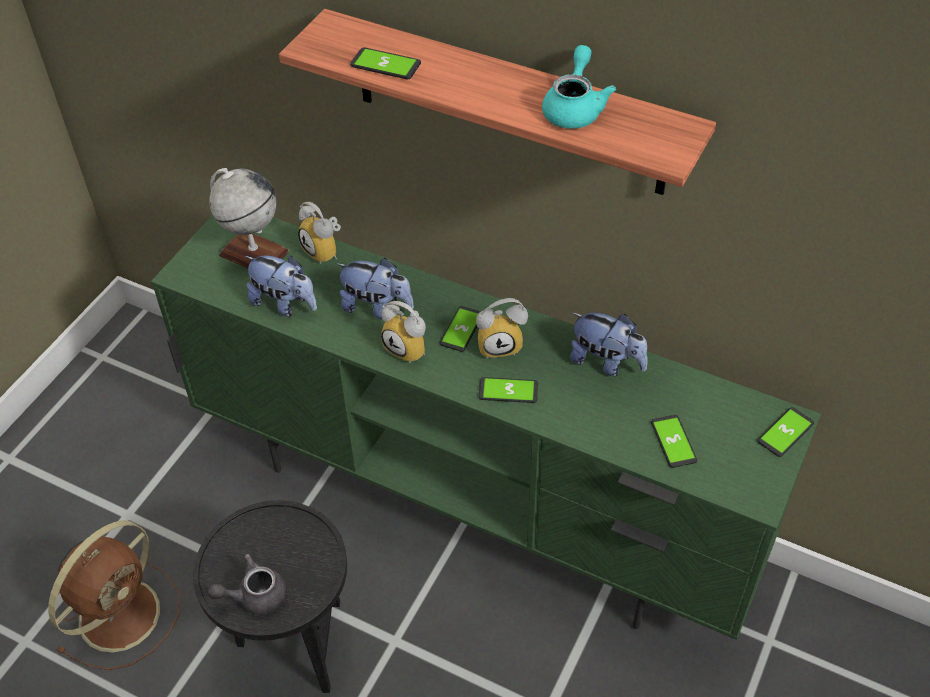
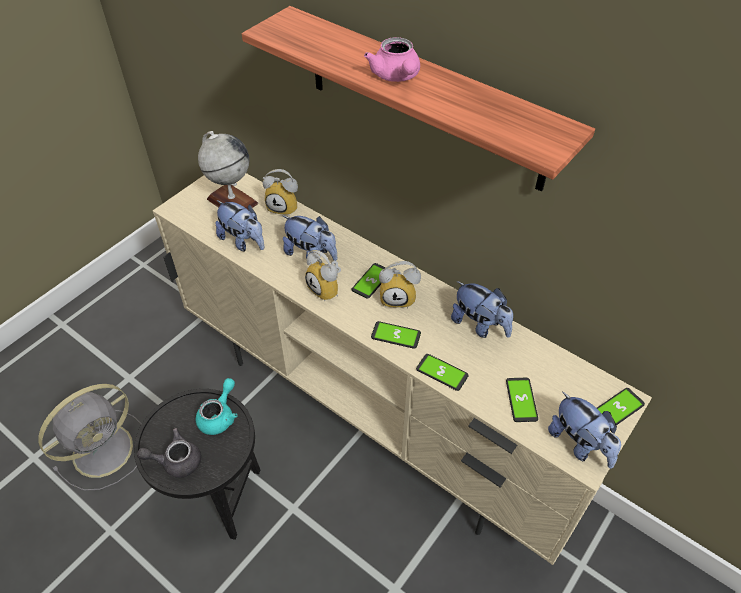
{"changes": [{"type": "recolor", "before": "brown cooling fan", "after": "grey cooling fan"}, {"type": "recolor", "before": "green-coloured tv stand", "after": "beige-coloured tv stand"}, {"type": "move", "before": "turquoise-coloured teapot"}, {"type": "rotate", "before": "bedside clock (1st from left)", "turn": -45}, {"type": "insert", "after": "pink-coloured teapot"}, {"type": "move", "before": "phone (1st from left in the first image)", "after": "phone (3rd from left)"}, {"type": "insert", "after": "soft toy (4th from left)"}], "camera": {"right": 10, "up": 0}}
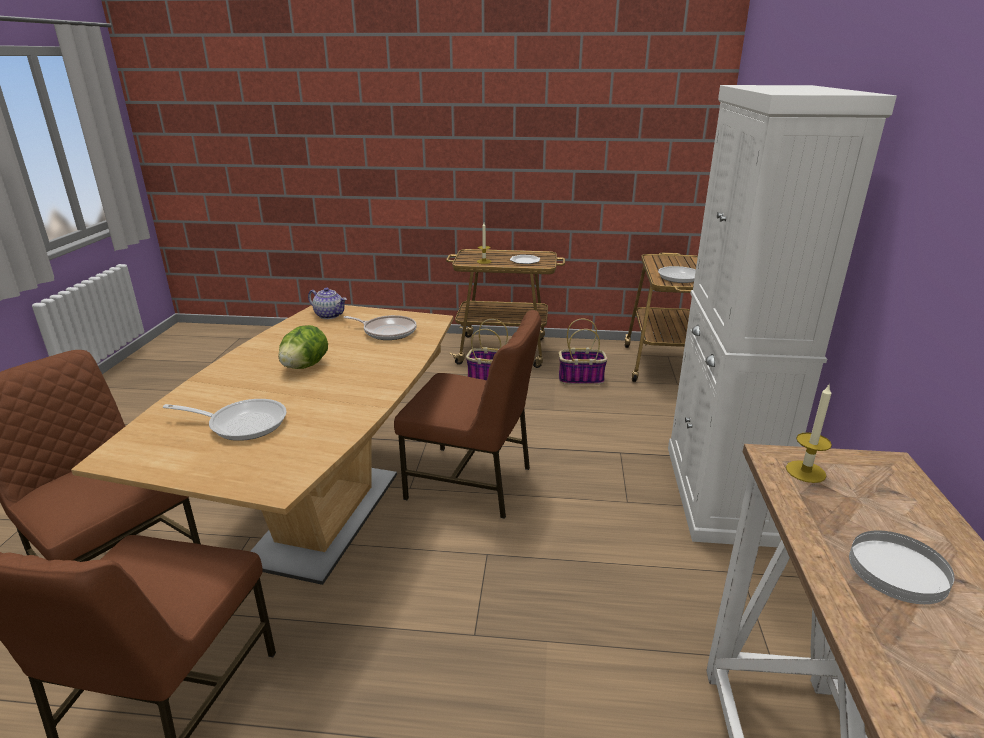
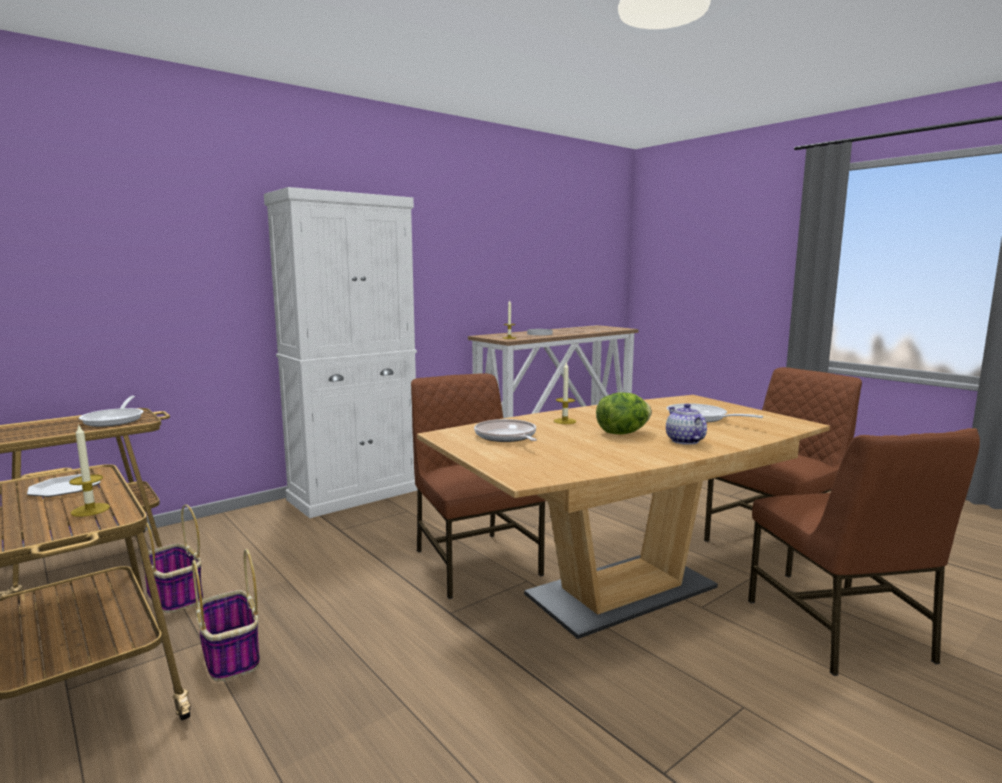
{"changes": [{"type": "insert", "after": "candle (3rd from left)"}, {"type": "move", "before": "teapot"}], "camera": {"right": -135, "up": -15}}
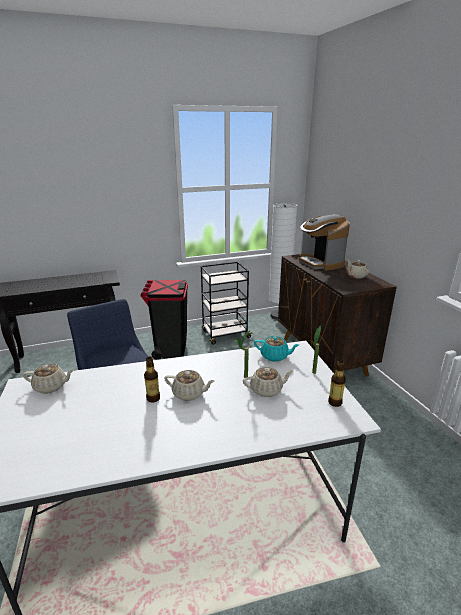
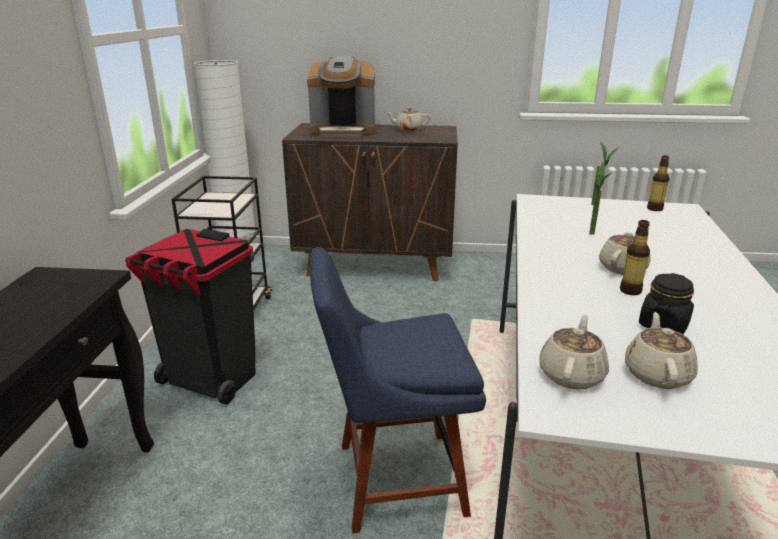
{"changes": [{"type": "move", "before": "beige-coloured teapot (3rd from left in the first image)", "after": "beige-coloured teapot (4th from left)"}, {"type": "insert", "after": "blackish jar"}, {"type": "delete", "before": "turquoise-coloured teapot"}], "camera": {"right": -65, "up": 0}}
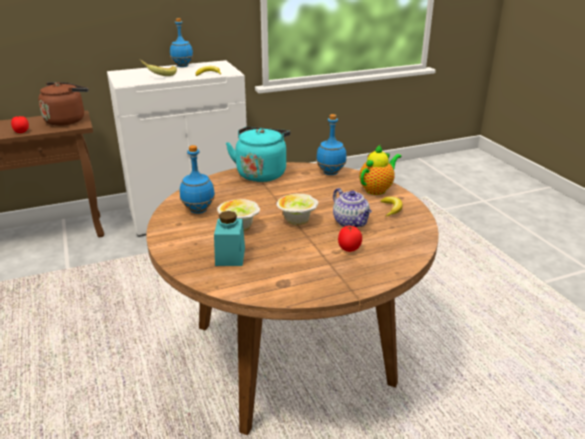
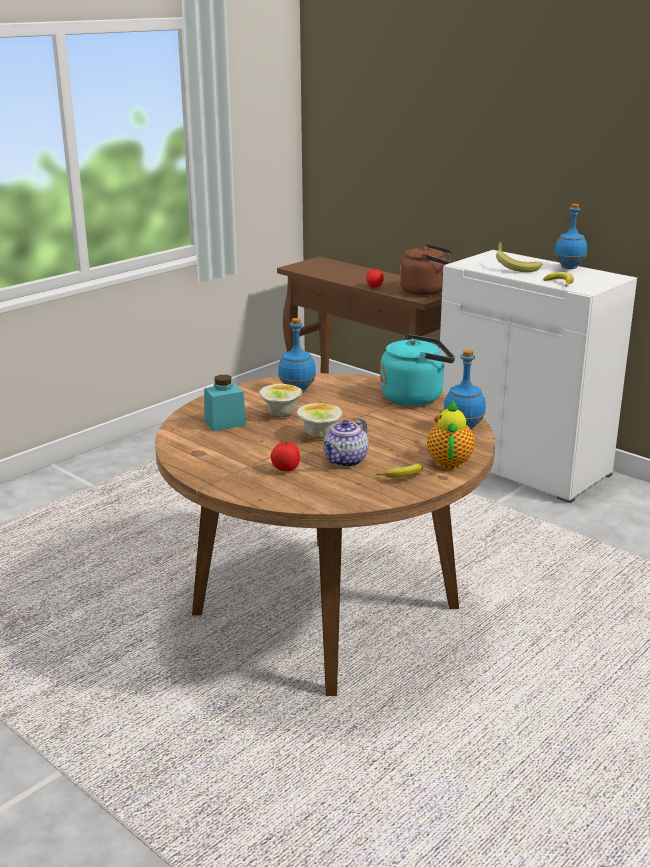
{"changes": [{"type": "rotate", "before": "teapot (2nd from left)", "turn": -105}], "camera": {"right": 65, "up": -5}}
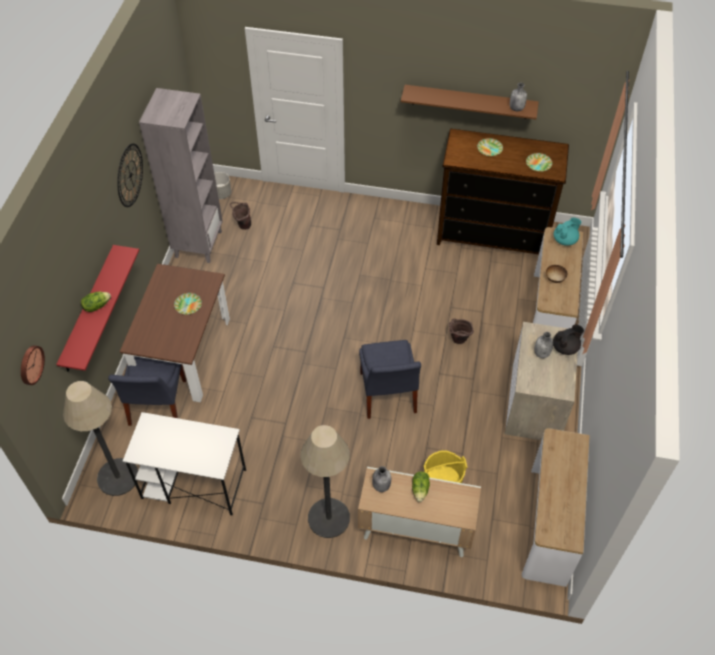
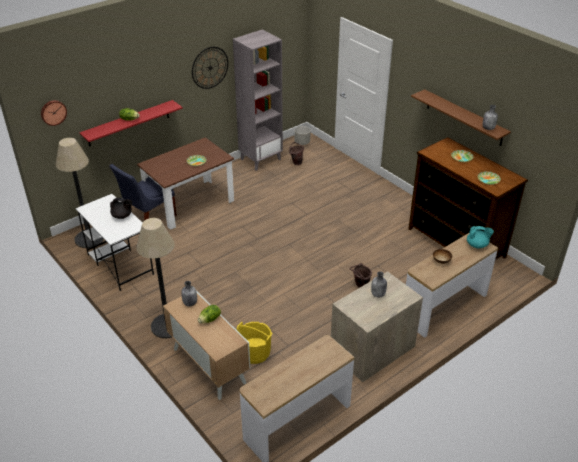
{"changes": [{"type": "move", "before": "blackish teapot"}, {"type": "delete", "before": "bluish plain chair (2nd from left)"}], "camera": {"right": 40, "up": -15}}
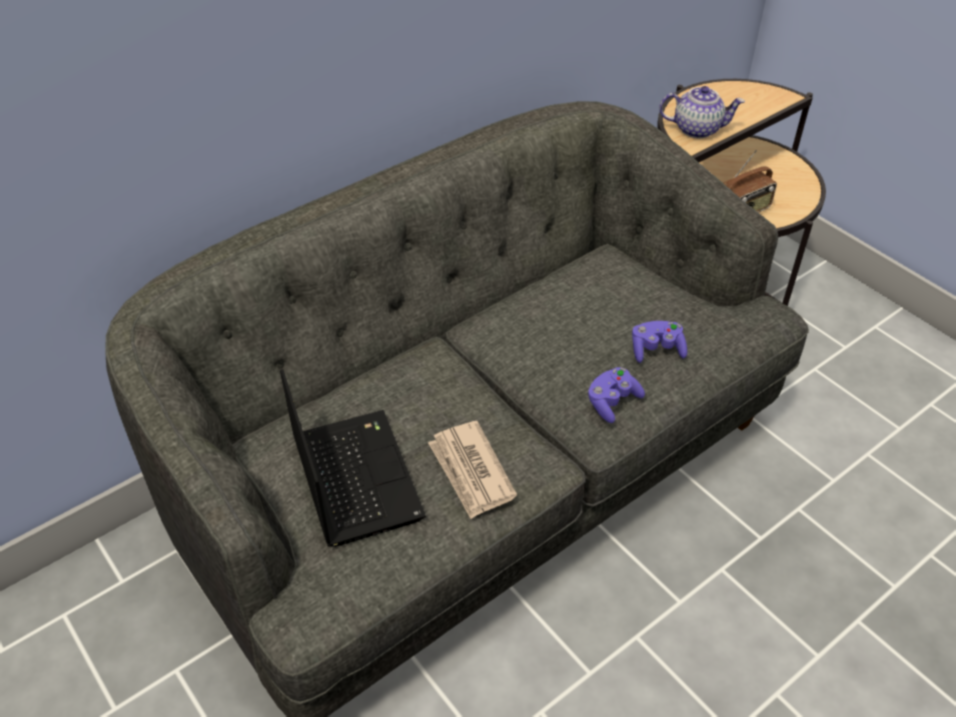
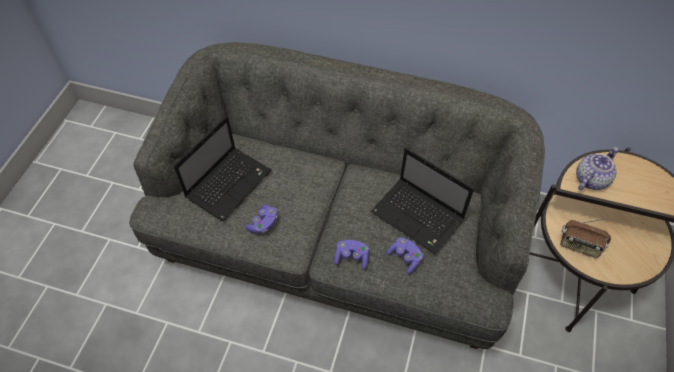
{"changes": [{"type": "replace", "before": "printed paper", "after": "purple game controller (1st from left)"}, {"type": "insert", "after": "portable computer (2nd from left)"}, {"type": "rotate", "before": "teapot", "turn": -105}], "camera": {"right": 55, "up": 10}}
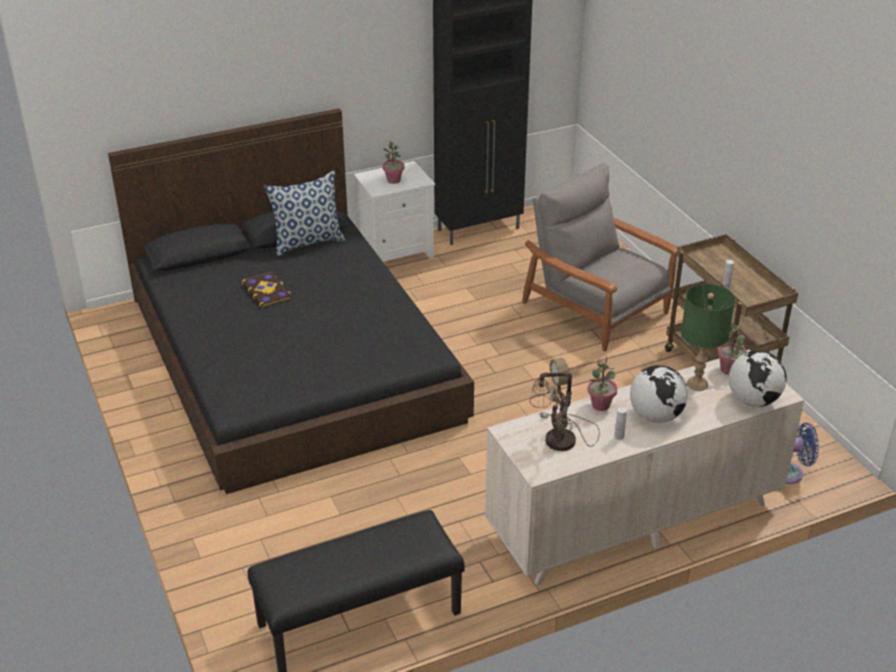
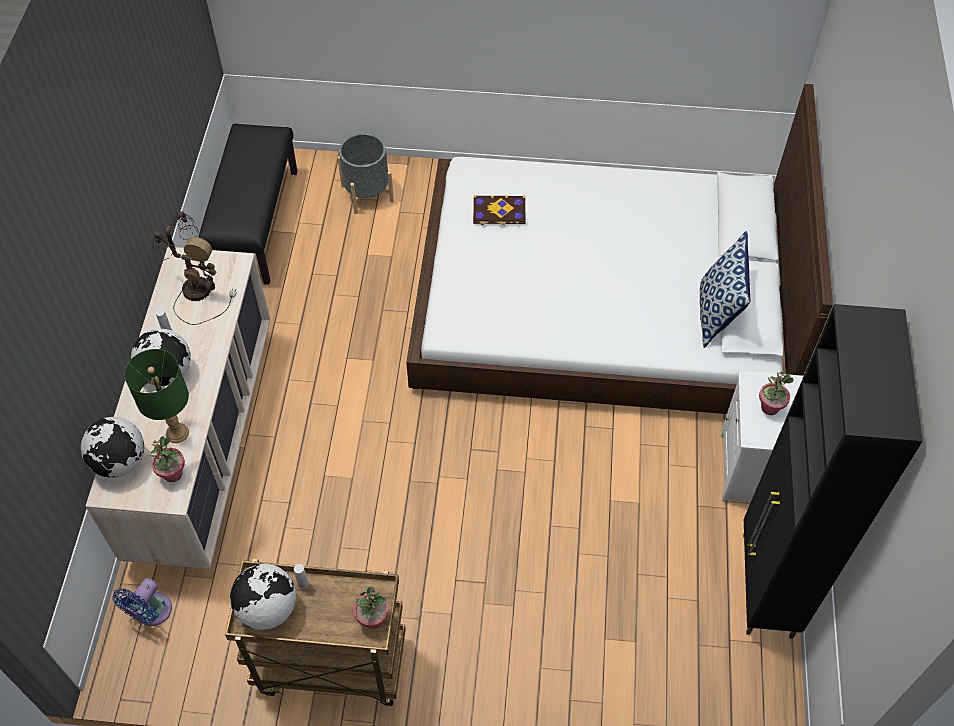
{"changes": [{"type": "insert", "after": "desk globe (3rd from left)"}, {"type": "insert", "after": "grey flower pot"}, {"type": "move", "before": "plant in a pot (2nd from left)"}, {"type": "recolor", "before": "blackish bedroom bed", "after": "whitish bedroom bed"}, {"type": "move", "before": "bound book"}, {"type": "delete", "before": "grey lounge chair"}], "camera": {"right": 120, "up": 20}}
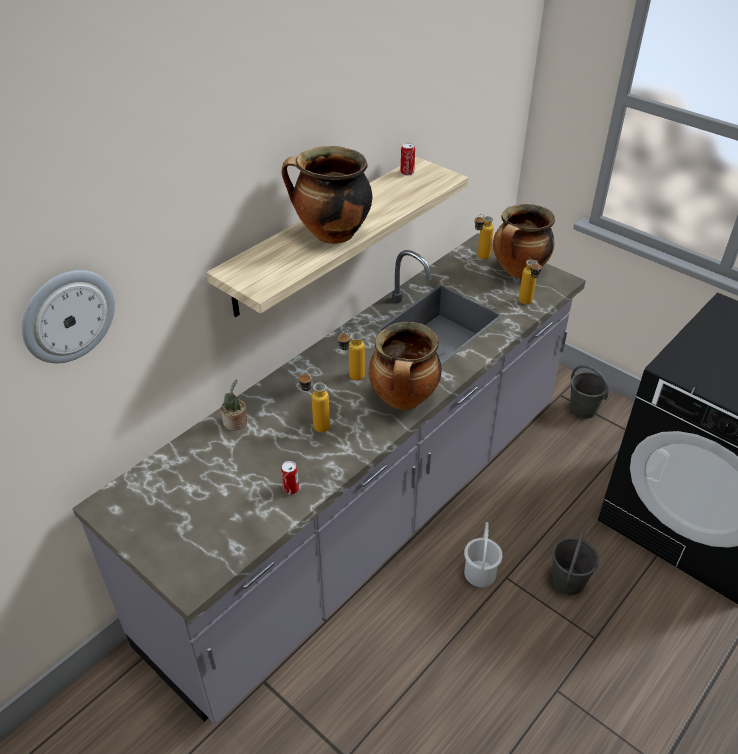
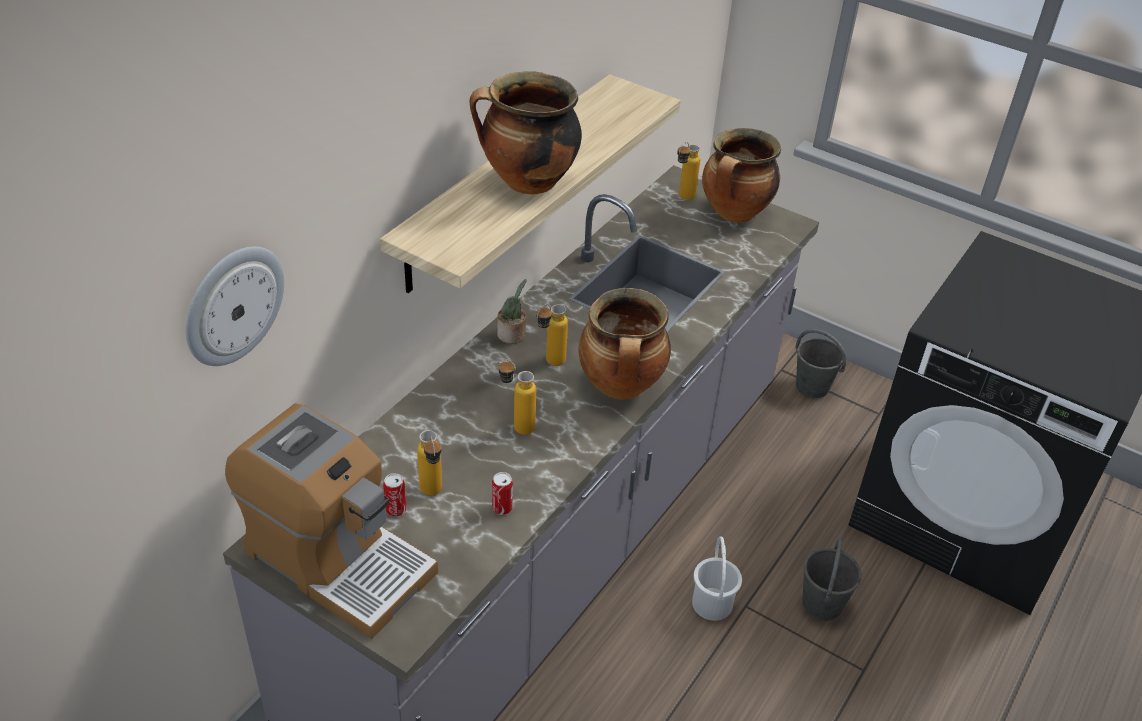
{"changes": [{"type": "insert", "after": "coffee brewer"}, {"type": "move", "before": "sealed can (2nd from left in the first image)", "after": "sealed can (1st from left)"}, {"type": "move", "before": "bottle (4th from left in the first image)", "after": "bottle (1st from left)"}, {"type": "move", "before": "plant in a pot"}], "camera": {"right": -10, "up": 0}}
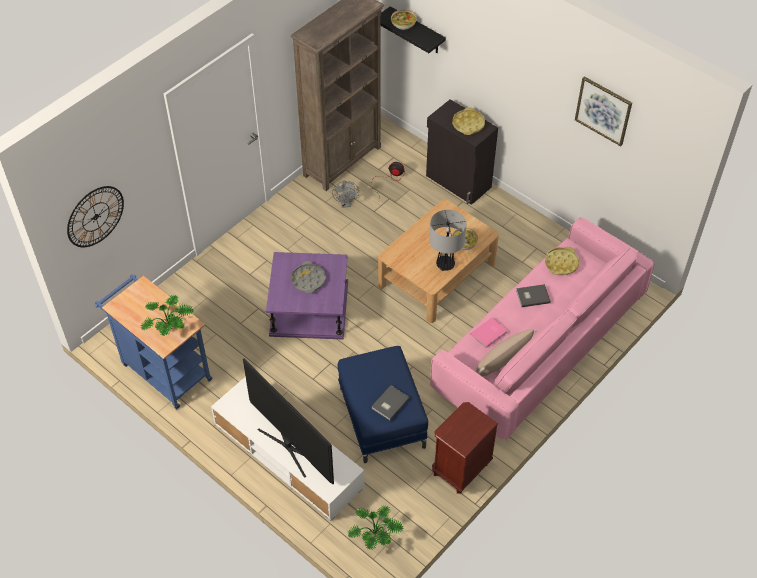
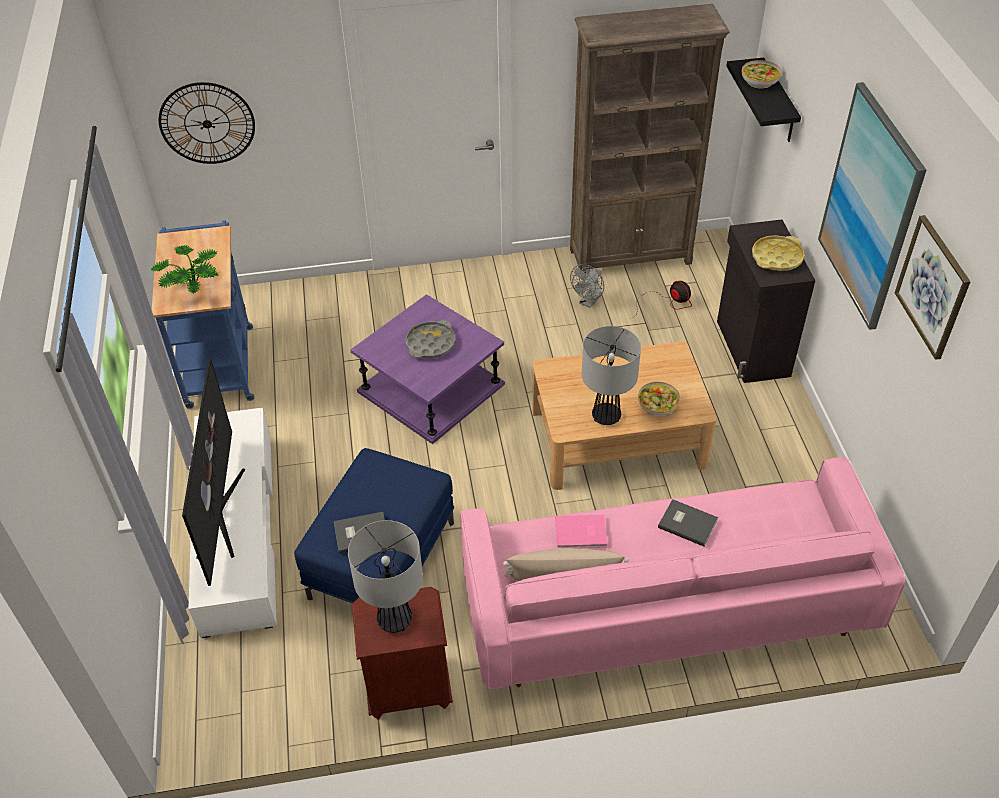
{"changes": [{"type": "insert", "after": "table lamp (1st from left)"}, {"type": "insert", "after": "wall picture (1st from left)"}, {"type": "delete", "before": "plant in a pot (2nd from left)"}, {"type": "delete", "before": "yellow carrying tray (2nd from left)"}], "camera": {"right": 40, "up": -5}}
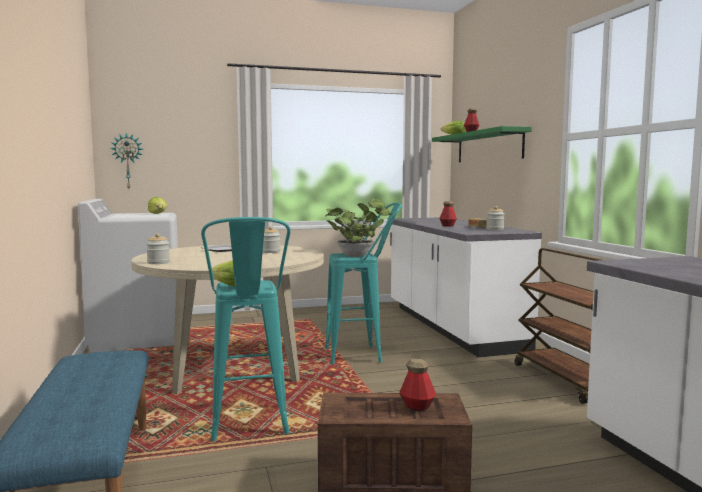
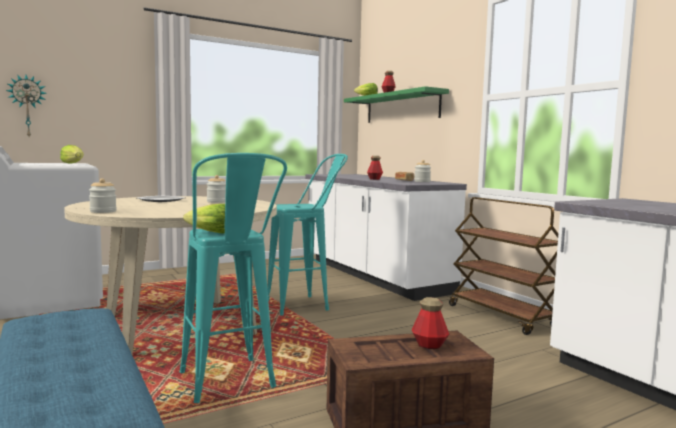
{"changes": [{"type": "delete", "before": "plant in a pot"}], "camera": {"right": -15, "up": 0}}
